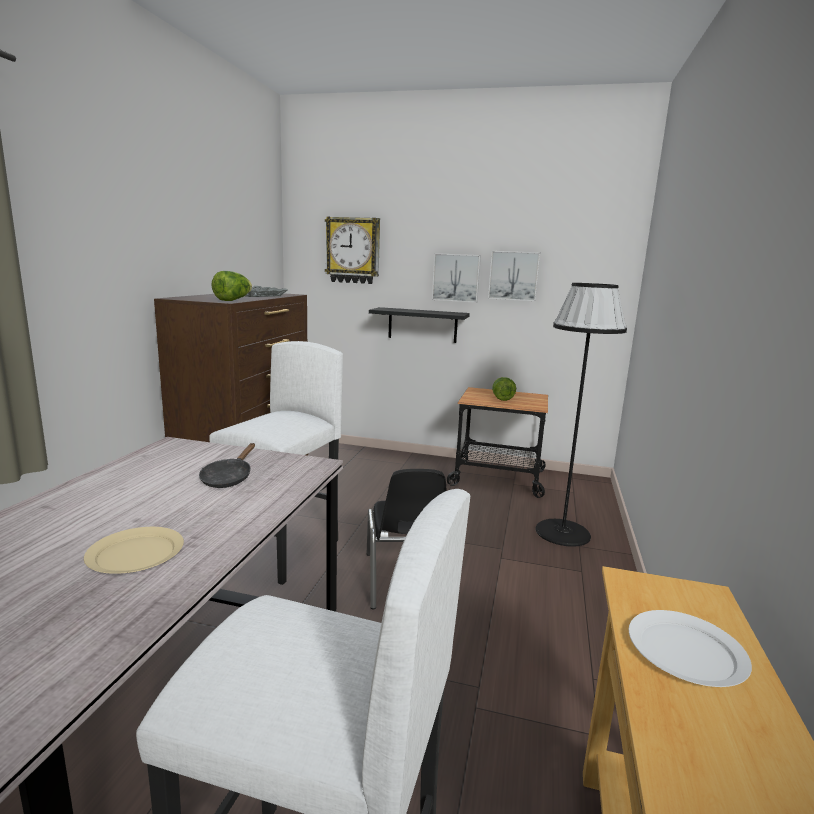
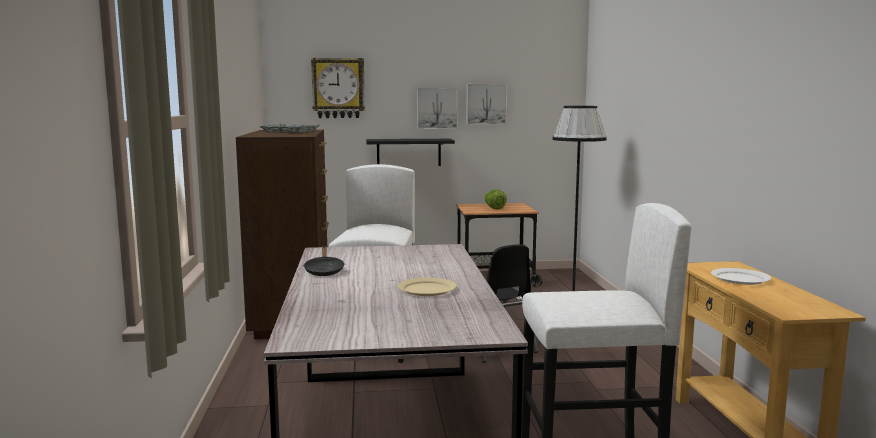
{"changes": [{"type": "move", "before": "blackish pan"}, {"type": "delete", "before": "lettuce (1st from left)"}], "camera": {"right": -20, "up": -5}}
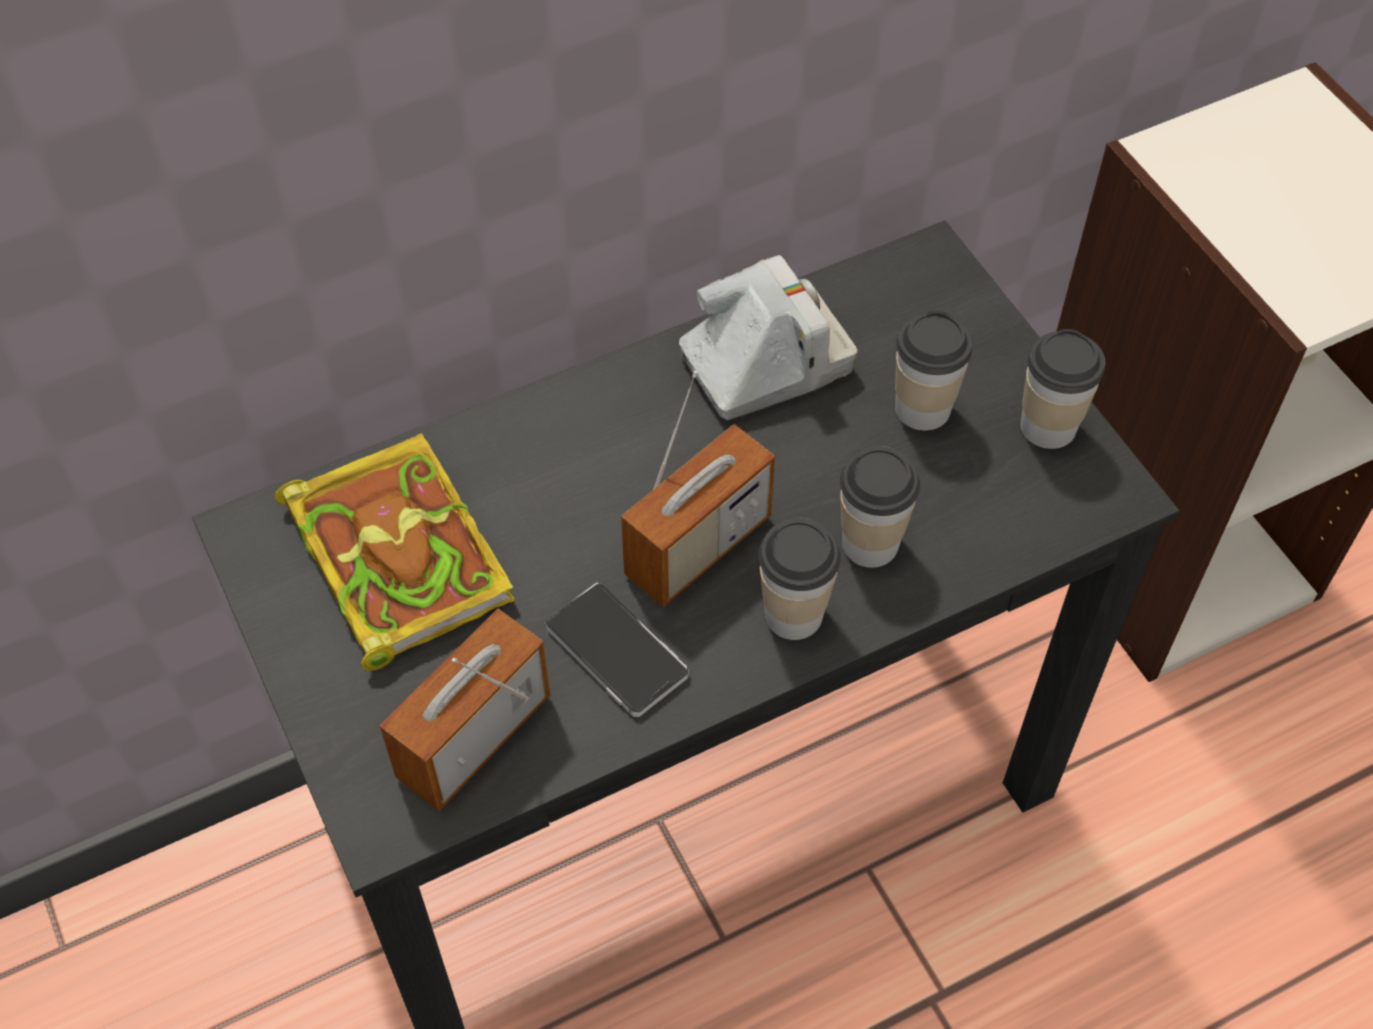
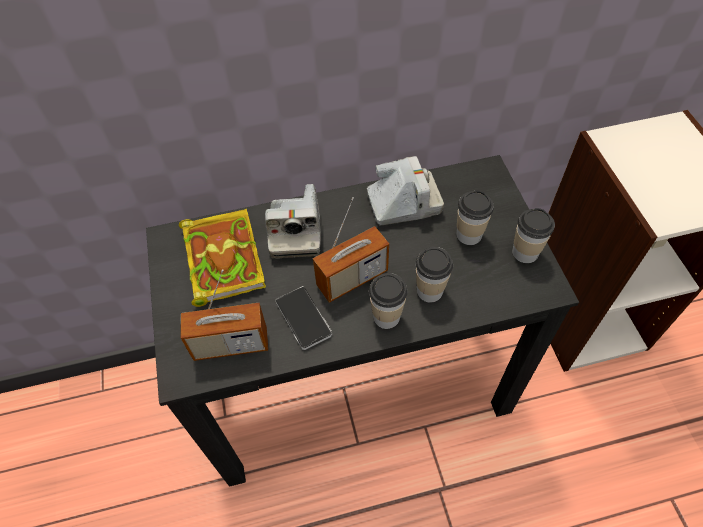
{"changes": [{"type": "rotate", "before": "radio set (1st from left)", "turn": -150}, {"type": "insert", "after": "still camera (1st from left)"}], "camera": {"right": 15, "up": 0}}
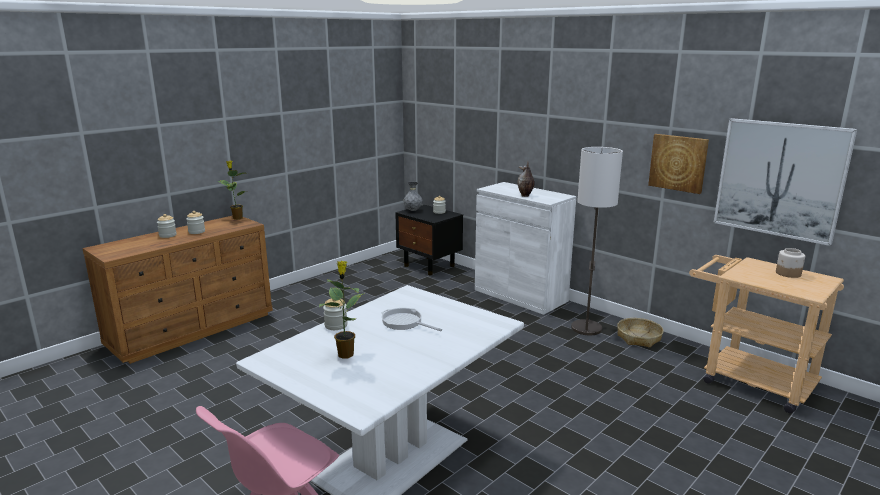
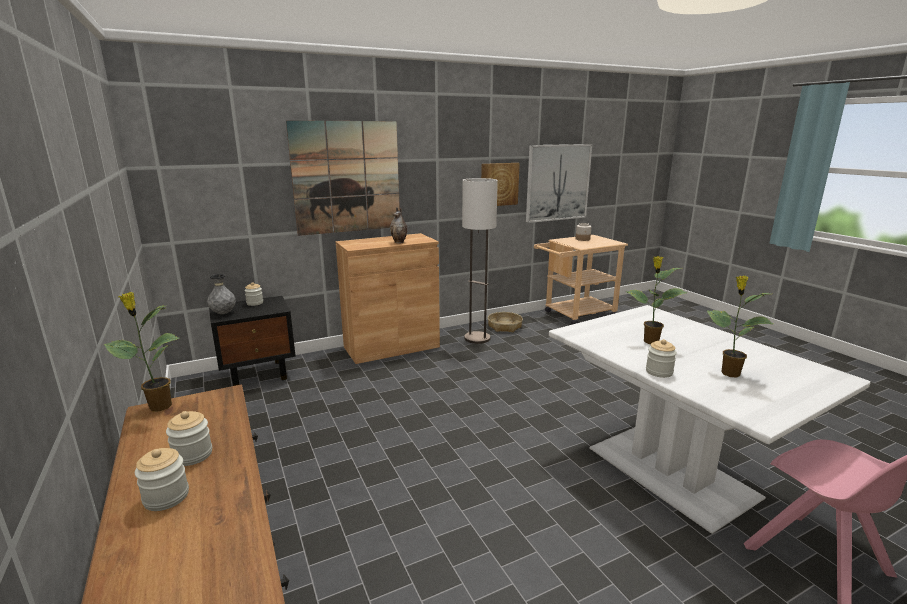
{"changes": [{"type": "insert", "after": "wall picture (1st from left)"}, {"type": "recolor", "before": "whitish cupboard", "after": "brown cupboard"}, {"type": "replace", "before": "pan", "after": "plant in a pot (2nd from left)"}], "camera": {"right": -70, "up": 0}}
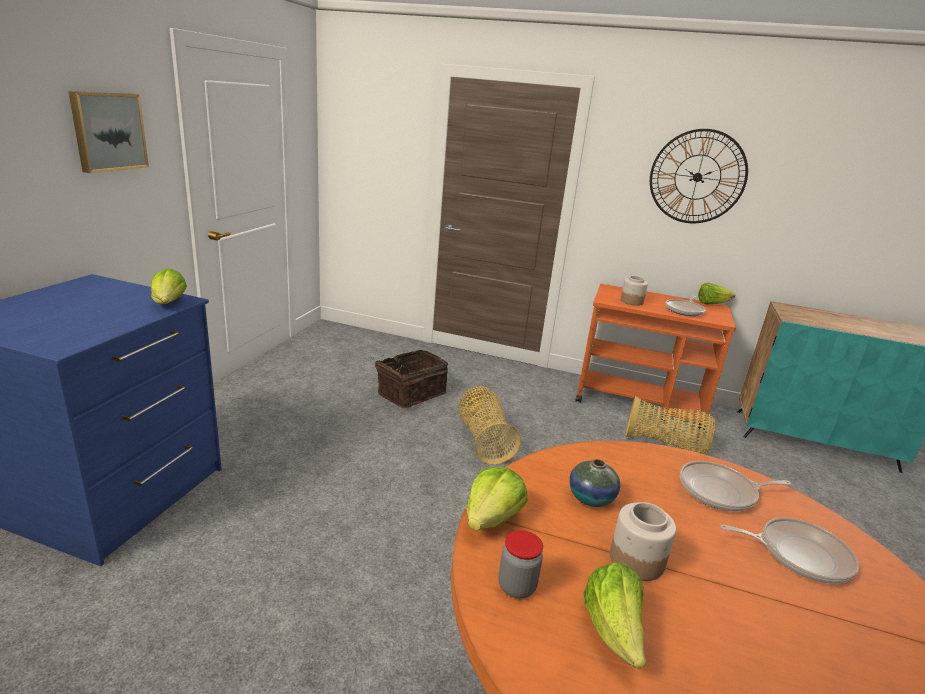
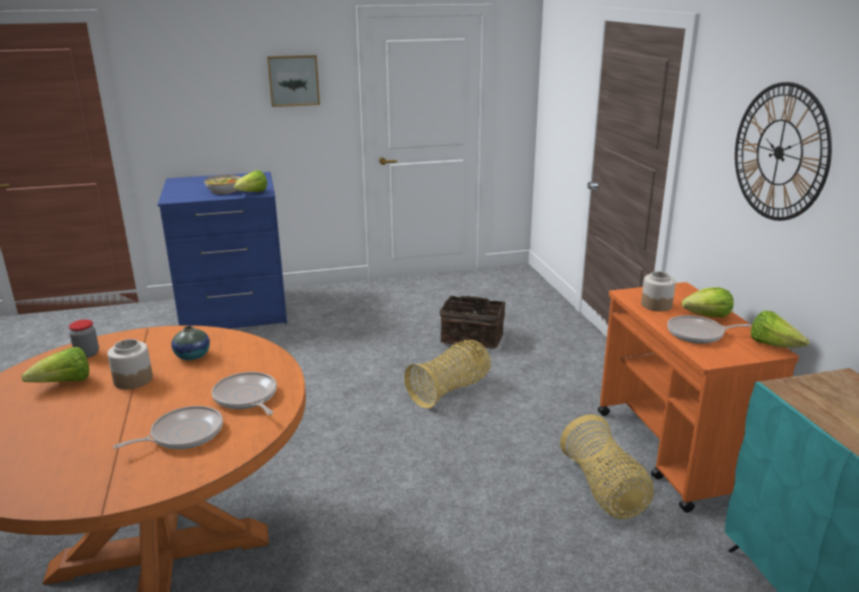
{"changes": [{"type": "rotate", "before": "pan (3rd from left in the first image)", "turn": -105}, {"type": "insert", "after": "bowl"}, {"type": "move", "before": "lettuce (2nd from left in the first image)", "after": "lettuce (3rd from left)"}], "camera": {"right": 60, "up": 0}}
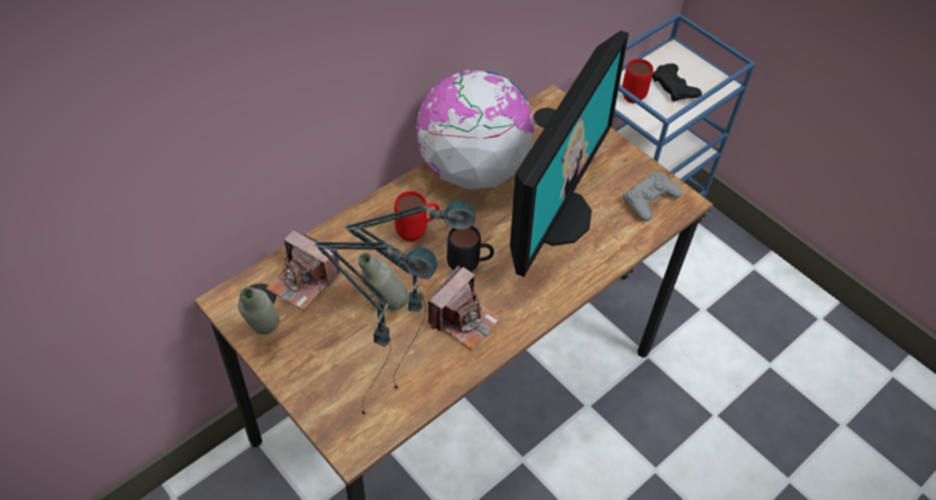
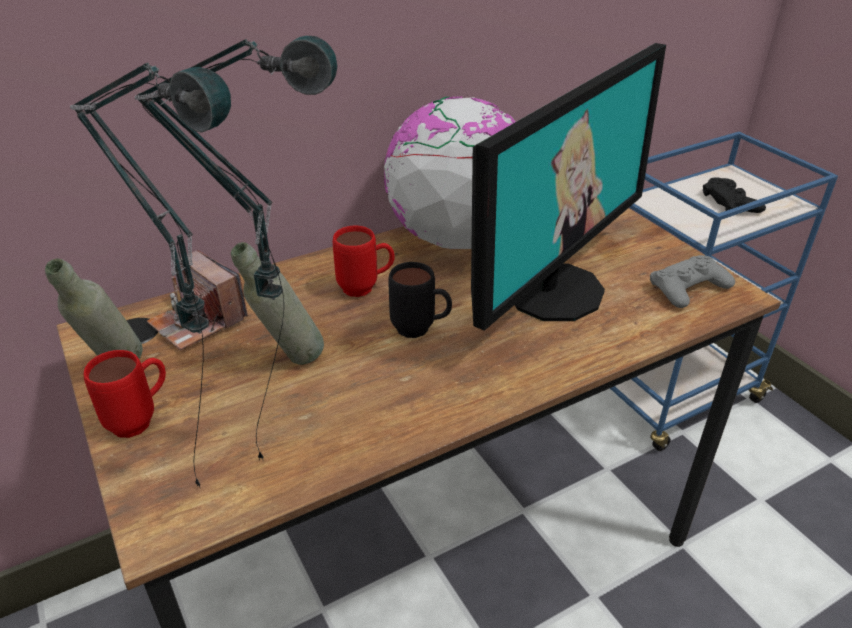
{"changes": [{"type": "move", "before": "reddish coffee mug (2nd from left in the first image)", "after": "reddish coffee mug (1st from left)"}, {"type": "delete", "before": "still camera (2nd from left)"}], "camera": {"right": 15, "up": -15}}
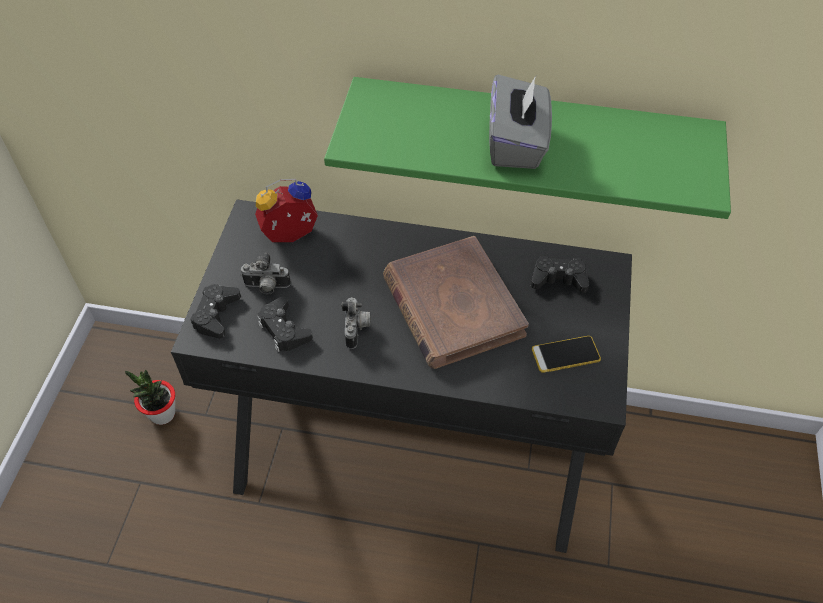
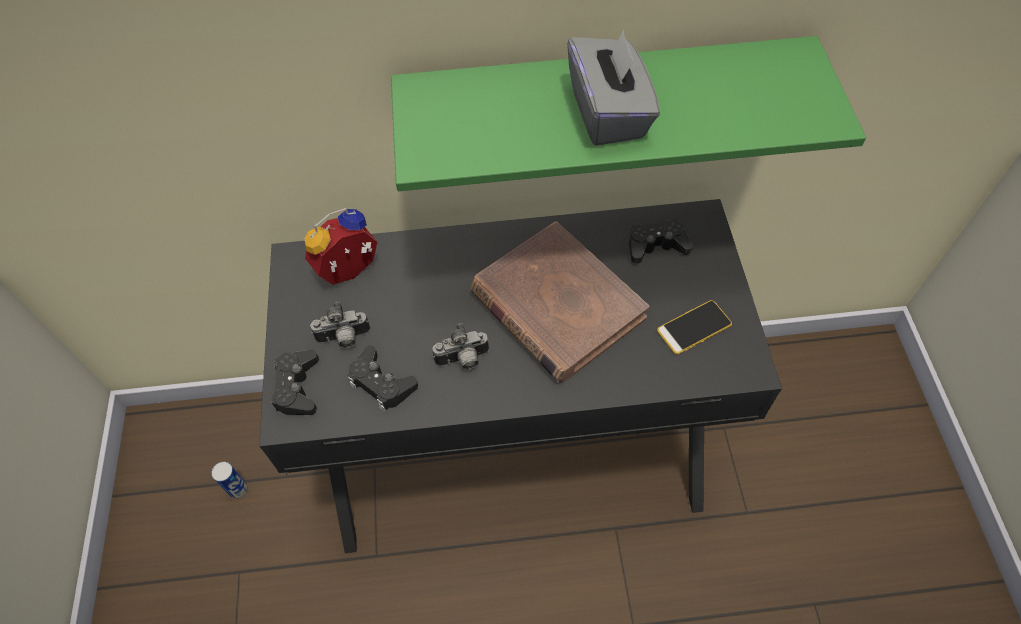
{"changes": [{"type": "replace", "before": "plant in a pot", "after": "sealed can"}, {"type": "rotate", "before": "still camera (2nd from left)", "turn": 90}], "camera": {"right": -15, "up": 5}}
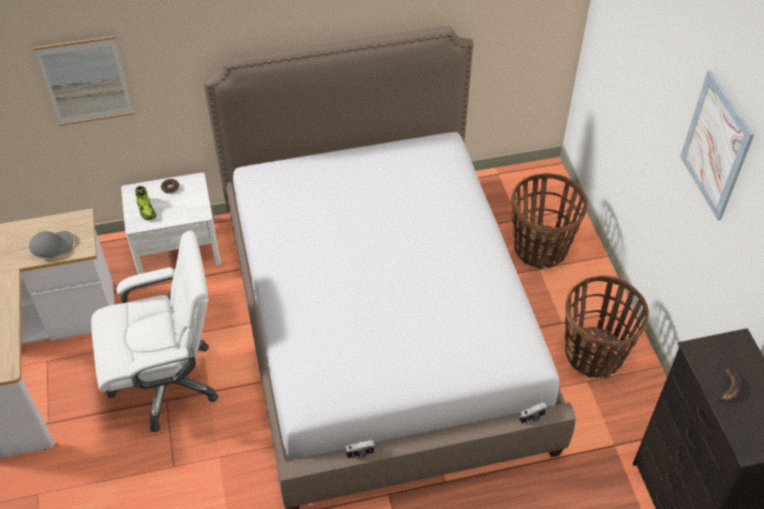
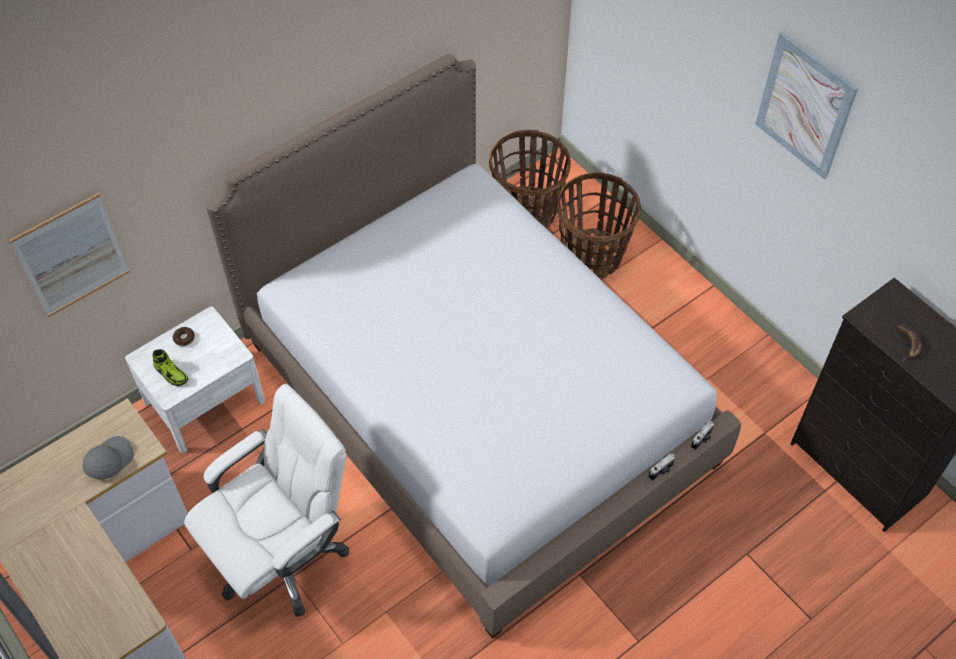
{"changes": [{"type": "move", "before": "basket (2nd from left in the first image)", "after": "basket (1st from left)"}, {"type": "move", "before": "still camera (1st from left)"}], "camera": {"right": -25, "up": 5}}
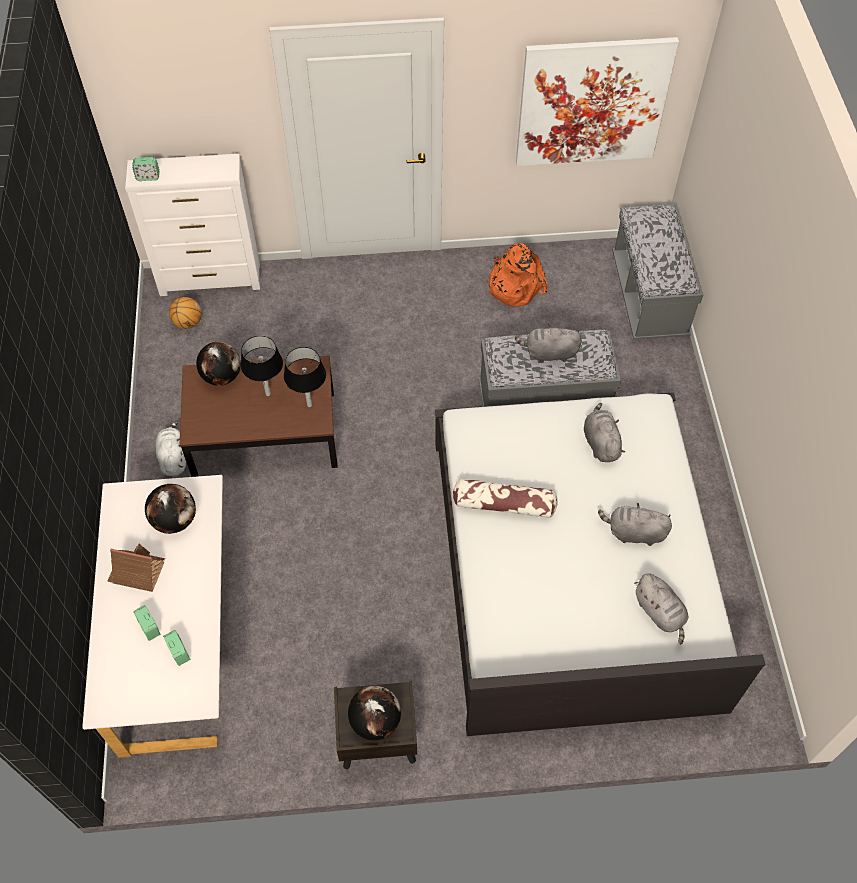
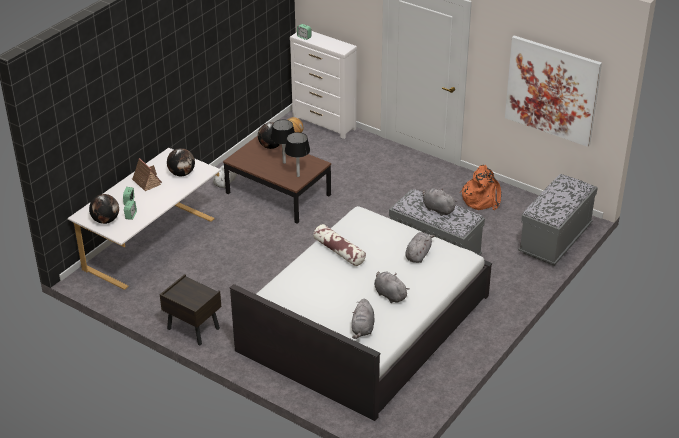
{"changes": [{"type": "move", "before": "desk globe (3rd from left in the first image)", "after": "desk globe (1st from left)"}], "camera": {"right": 40, "up": -20}}
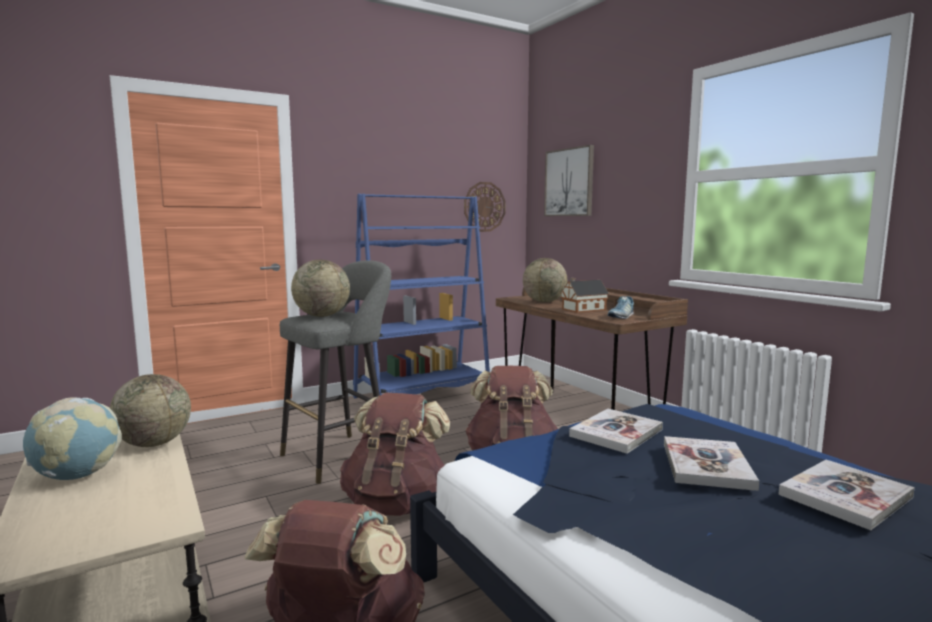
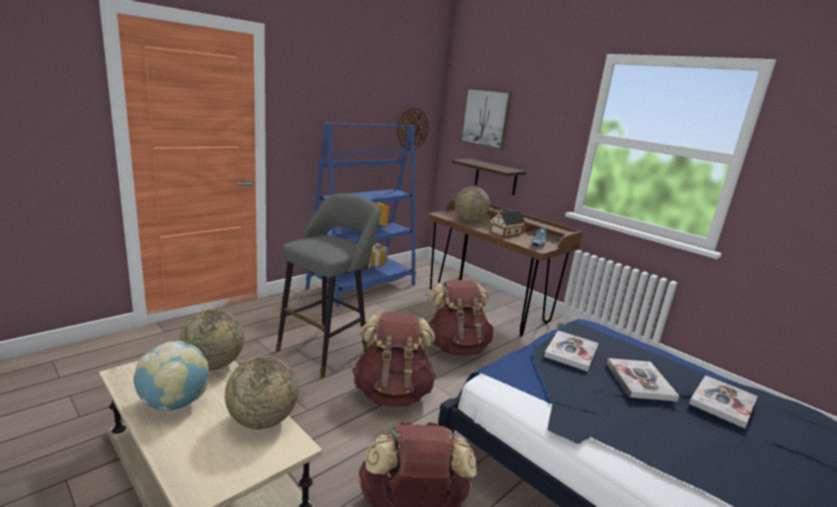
{"changes": [{"type": "move", "before": "desk globe (3rd from left)"}, {"type": "insert", "after": "wall shelf"}], "camera": {"right": -15, "up": 10}}
